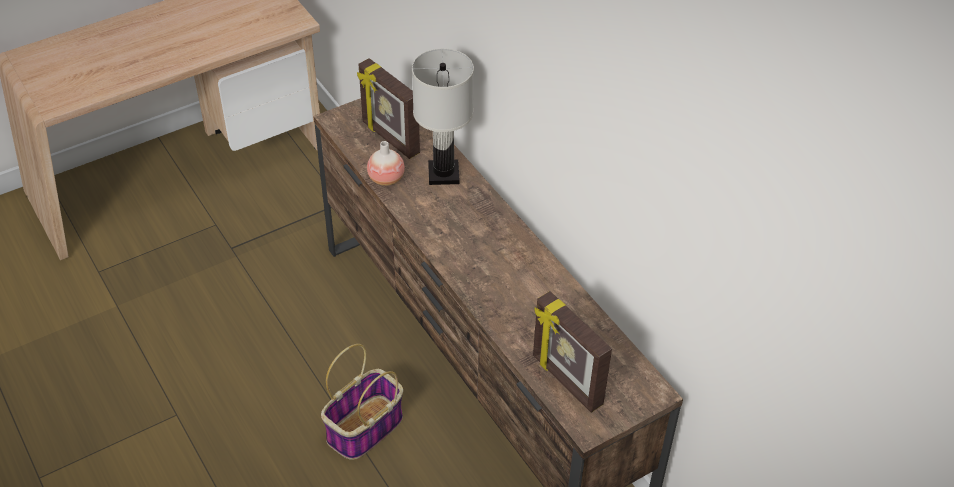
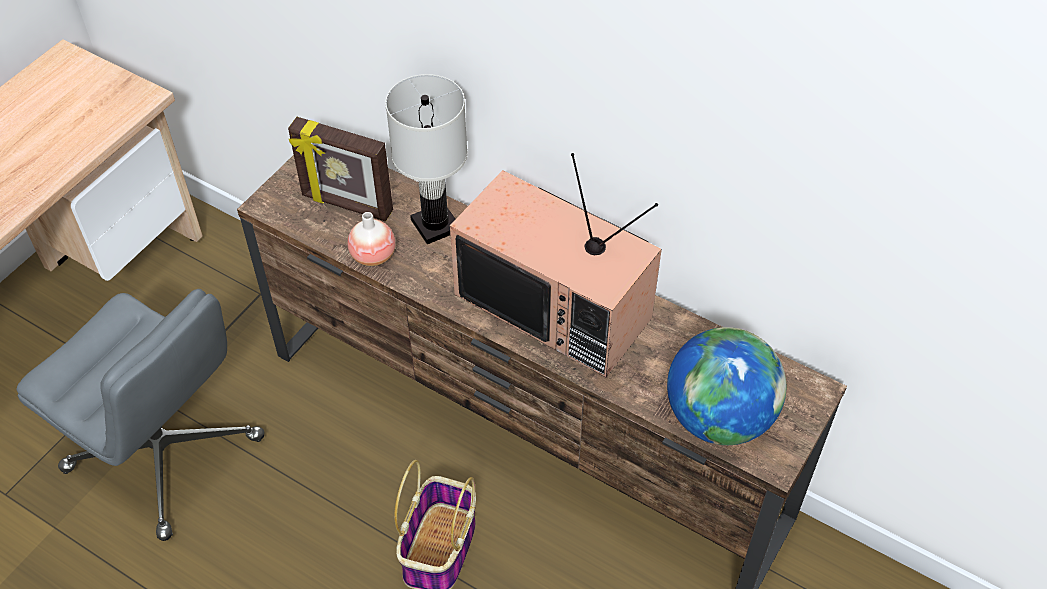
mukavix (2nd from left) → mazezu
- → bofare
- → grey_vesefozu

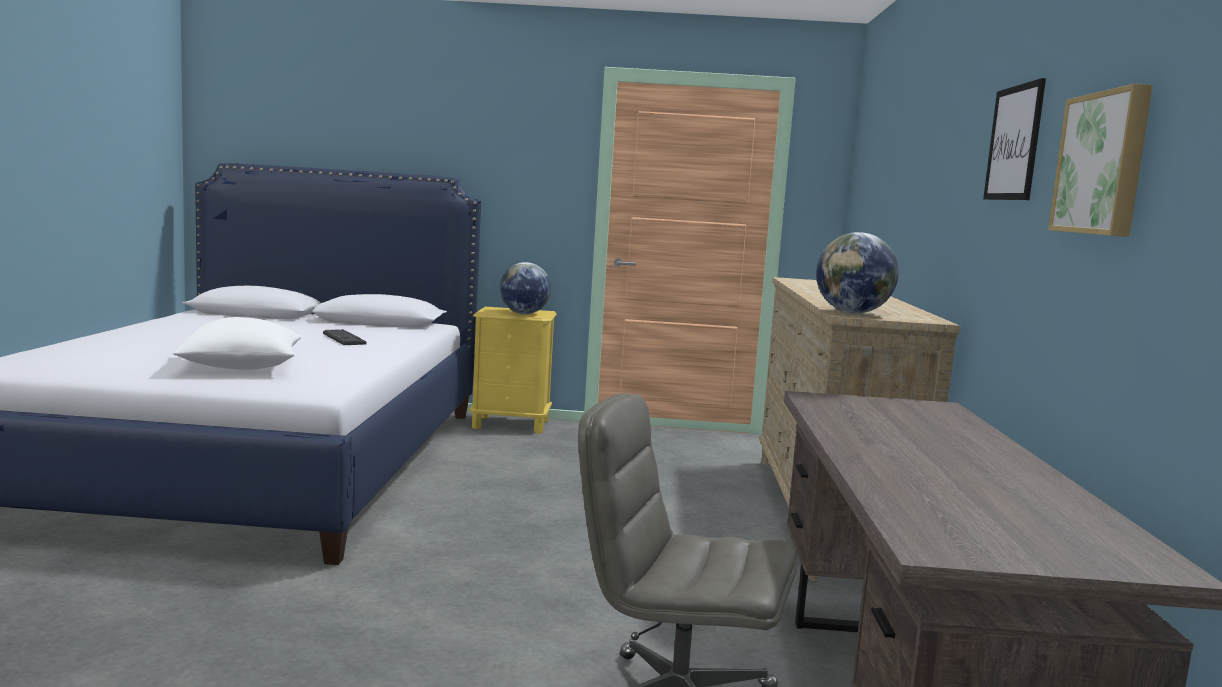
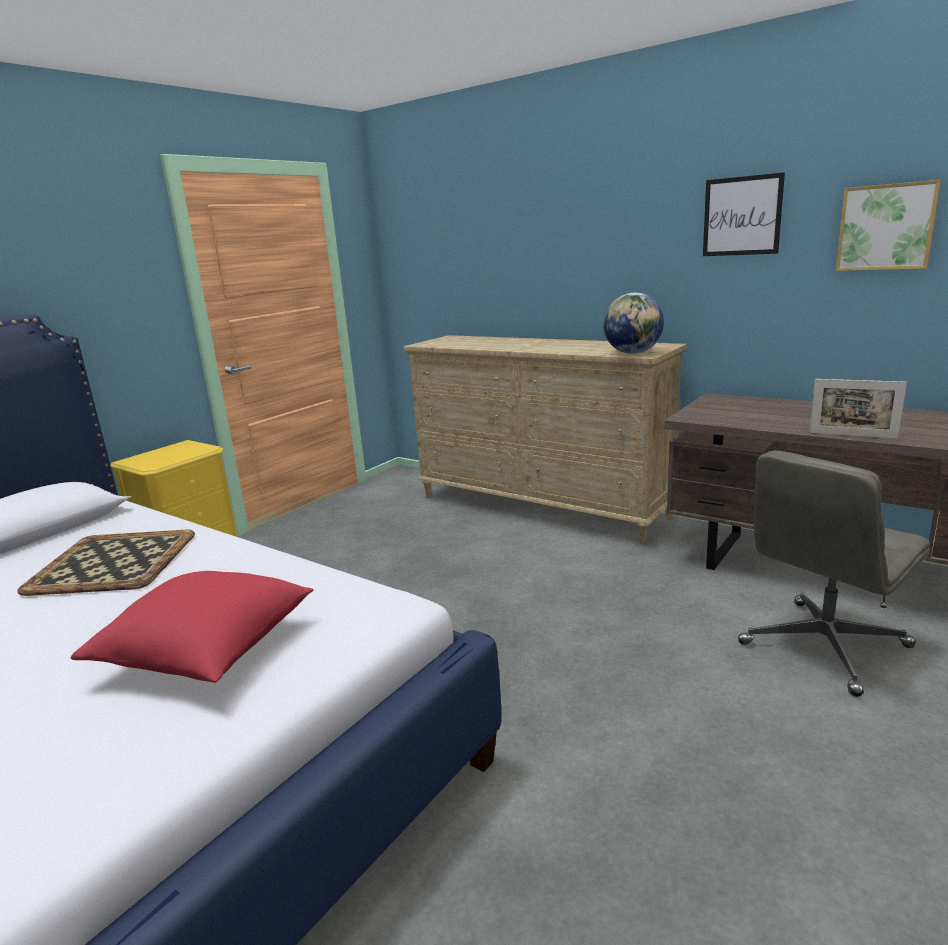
mazezu (1st from left) → -
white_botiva → red_botiva
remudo → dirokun
- → mukavix

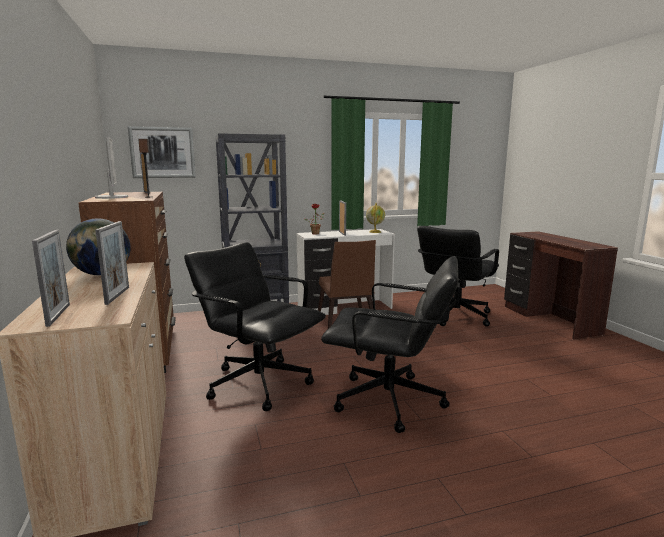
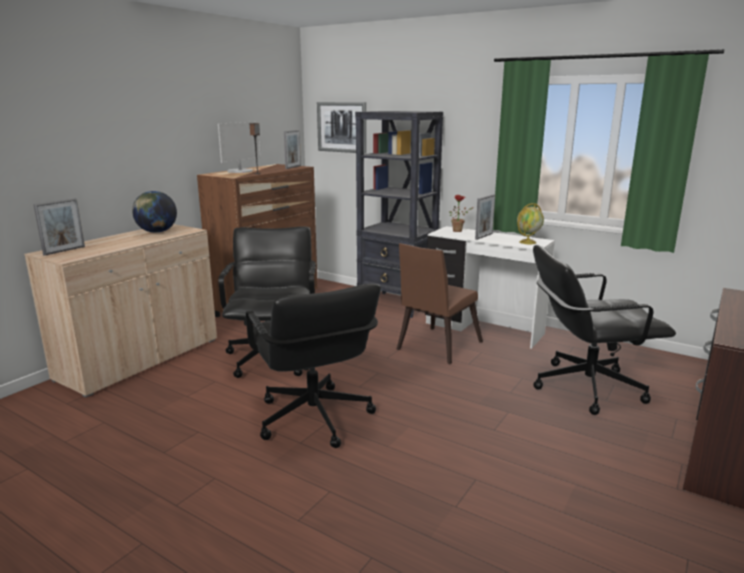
mukavix (2nd from left) → -

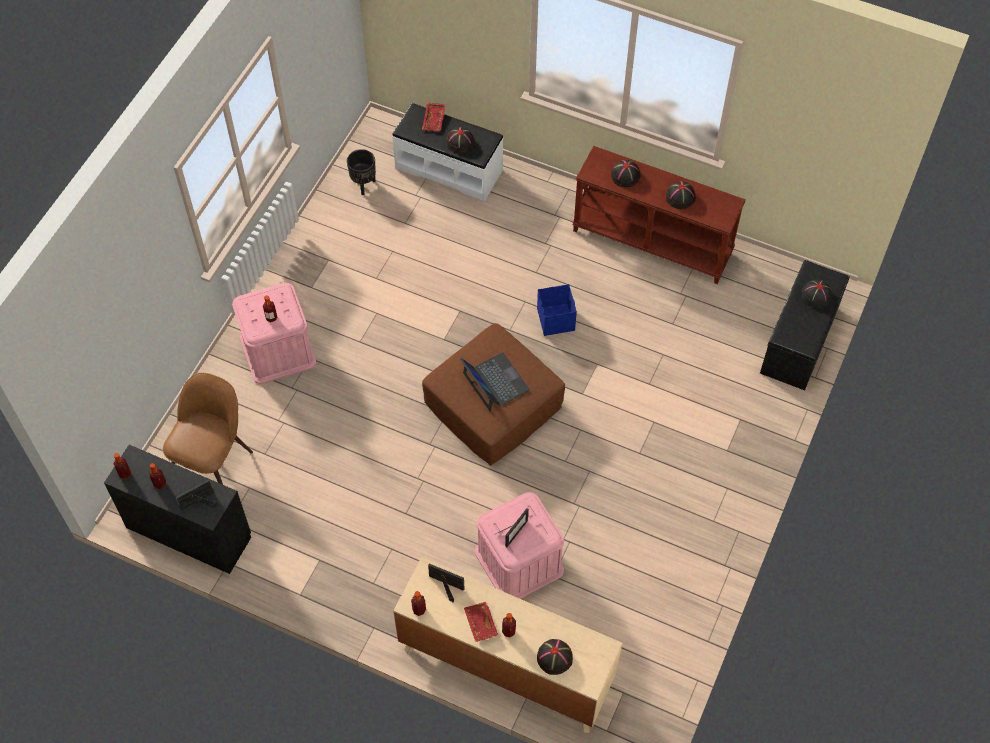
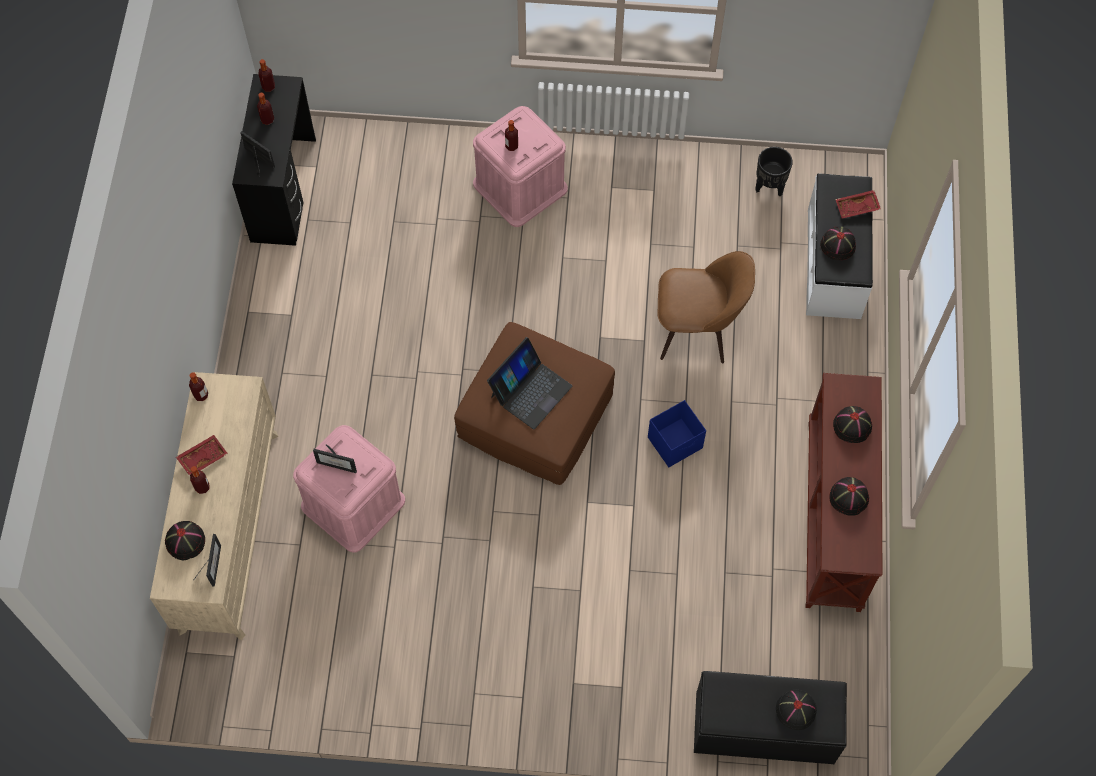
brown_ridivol, move
mukavix (2nd from left in the first image) → mukavix (1st from left), move

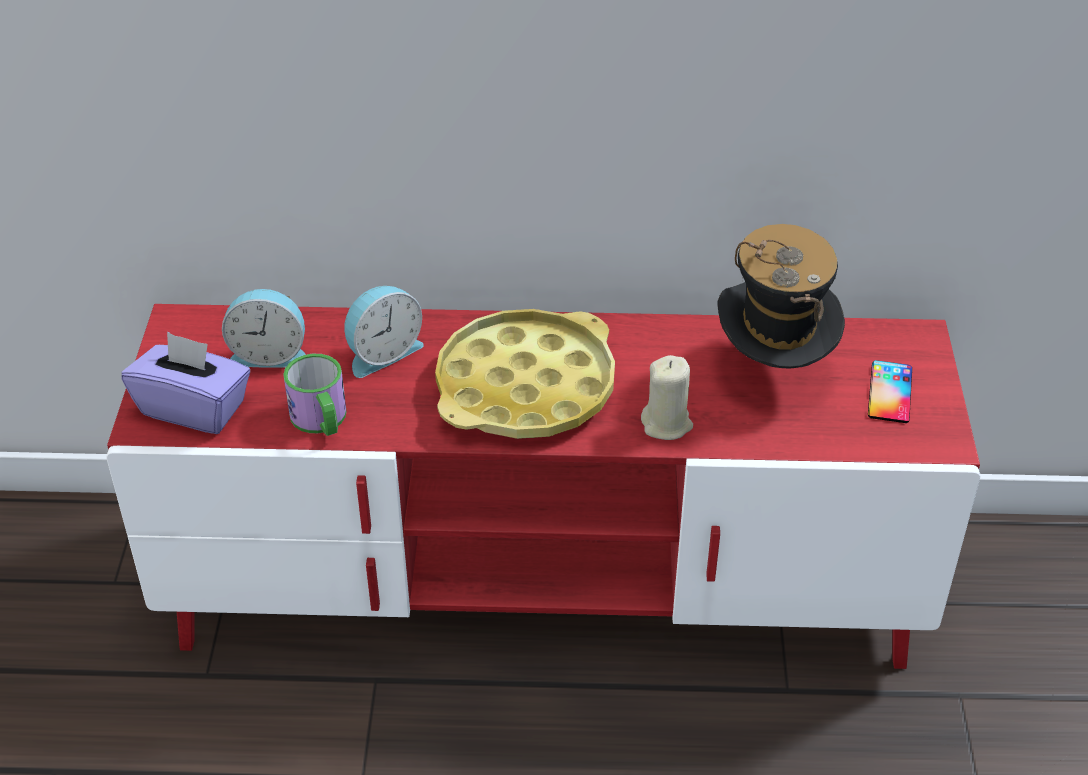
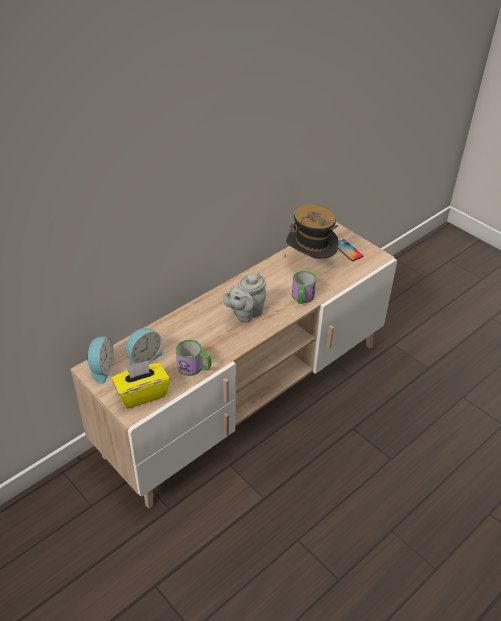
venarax (2nd from left in the first image) → venarax (1st from left), move
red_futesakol → beige_futesakol
yellow_dirokun → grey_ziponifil
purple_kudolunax → yellow_kudolunax
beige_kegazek → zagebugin (2nd from left)

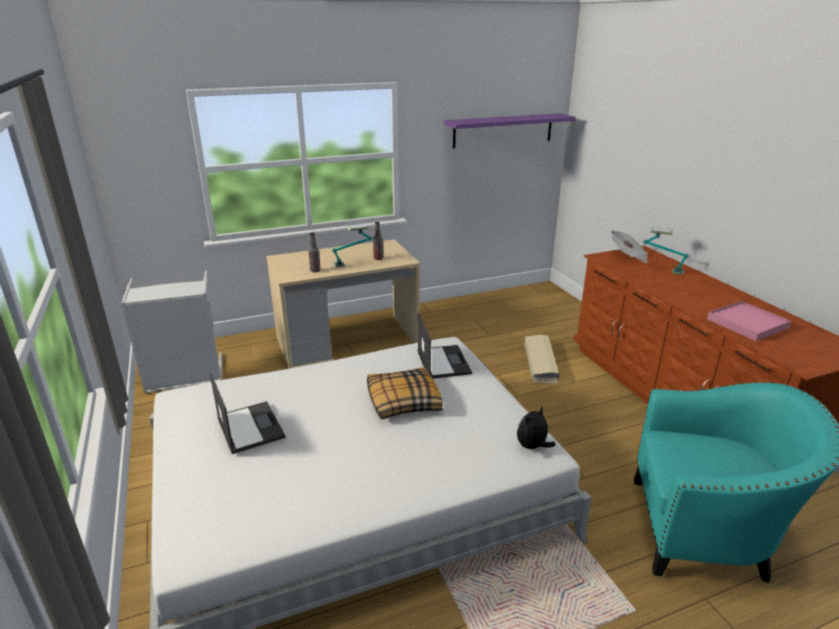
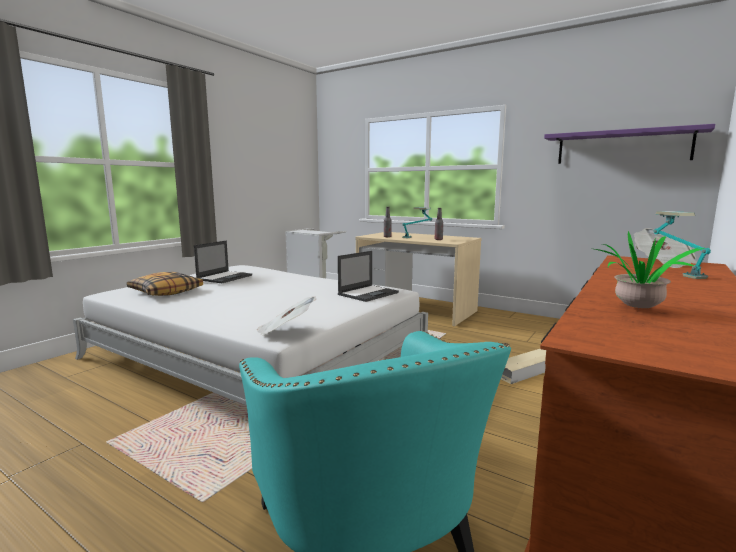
pink_dirokun → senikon
botiva, move
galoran → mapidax (1st from left)

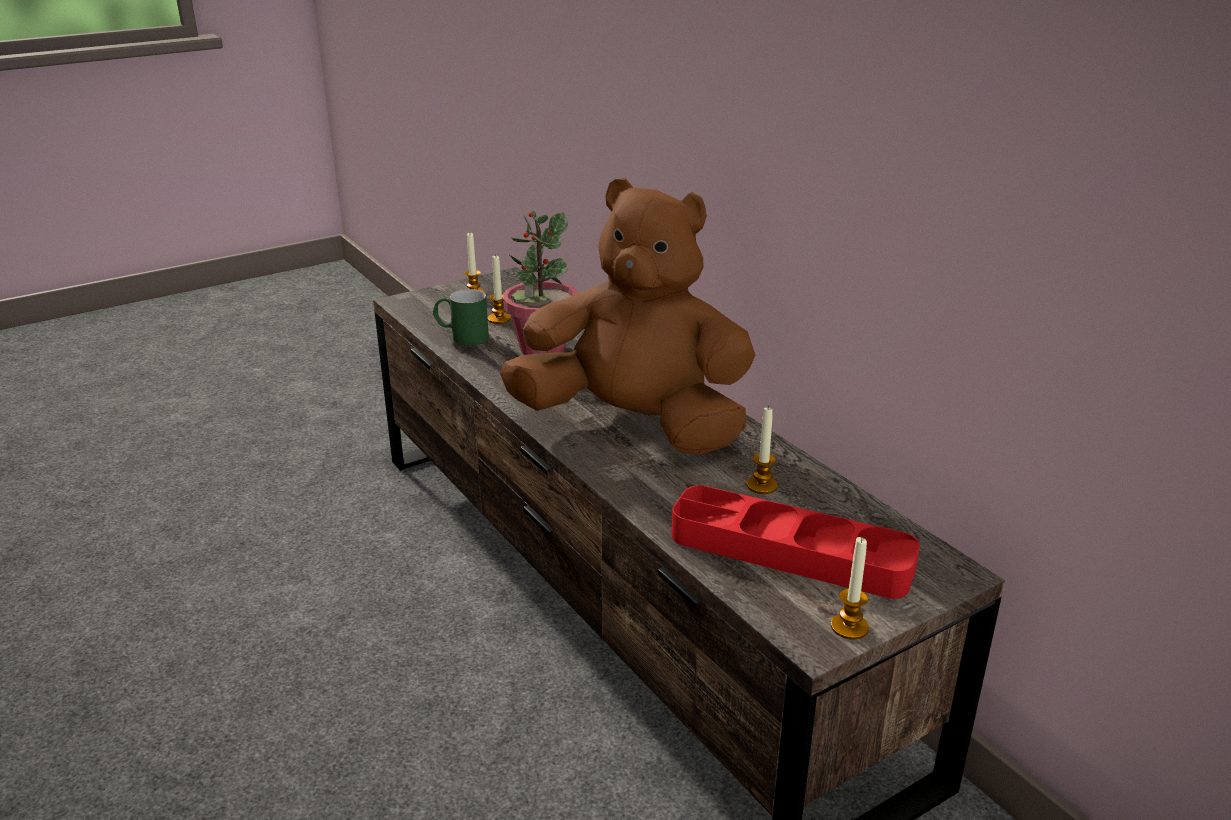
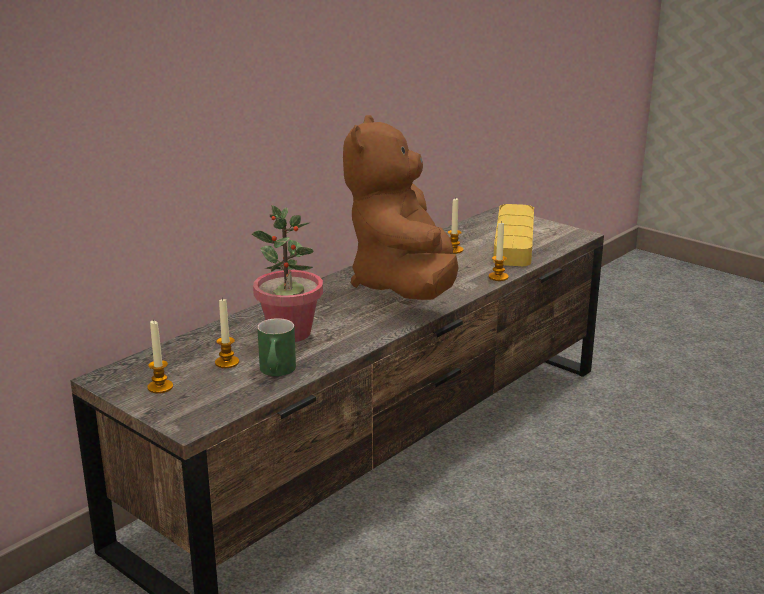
red_dirokun → yellow_dirokun
kegazek (4th from left), move

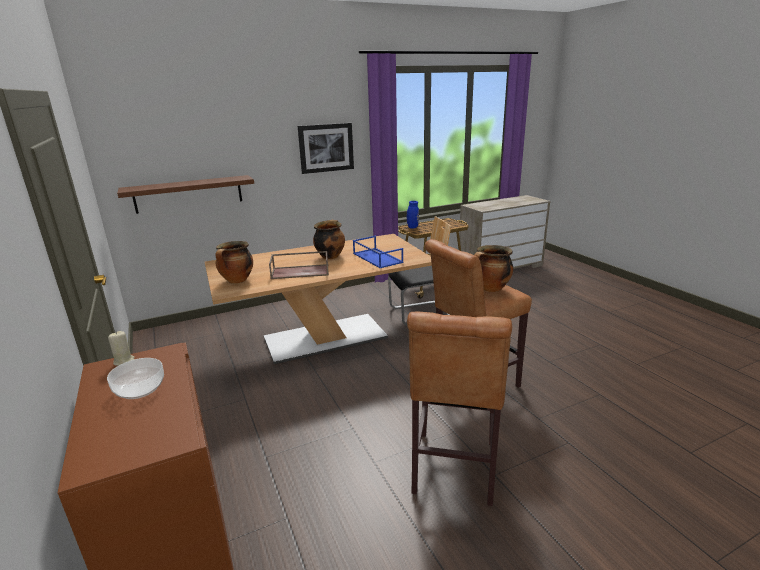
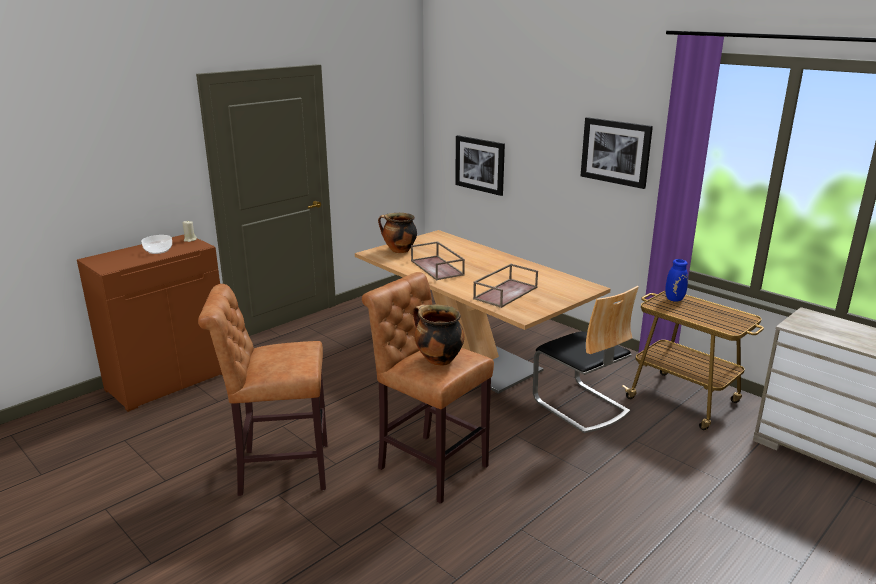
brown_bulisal → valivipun (1st from left)
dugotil (2nd from left) → -
blue_dirokun → brown_dirokun (2nd from left)

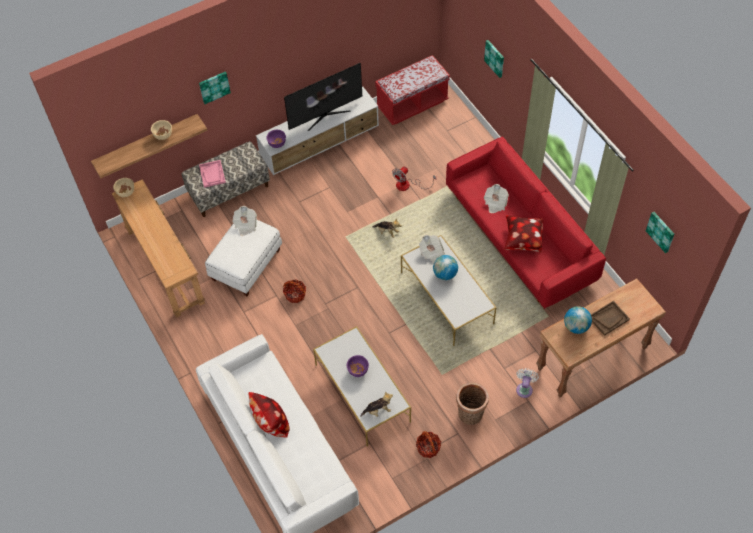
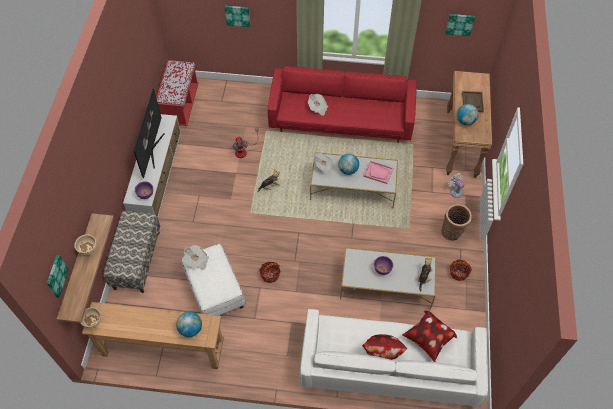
valivipun (1st from left), move
pink_dirokun, move
botiva (2nd from left), move
- → mazezu (1st from left)

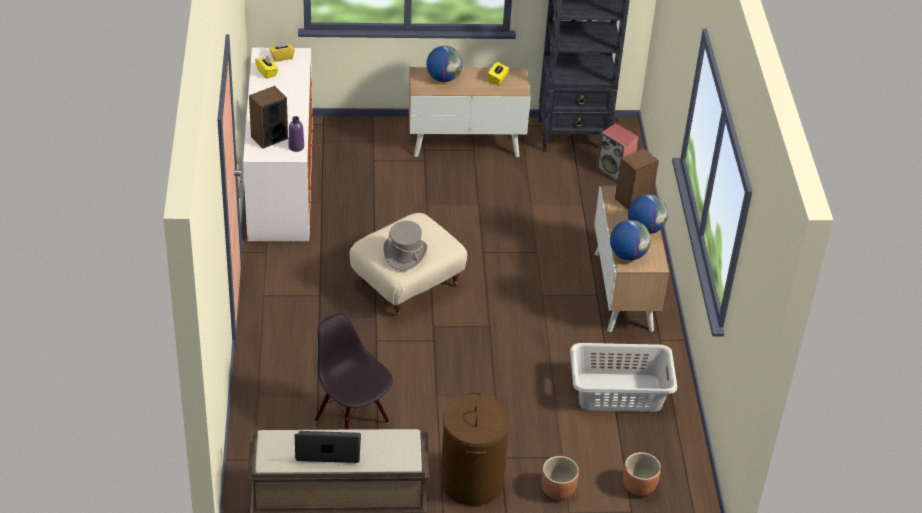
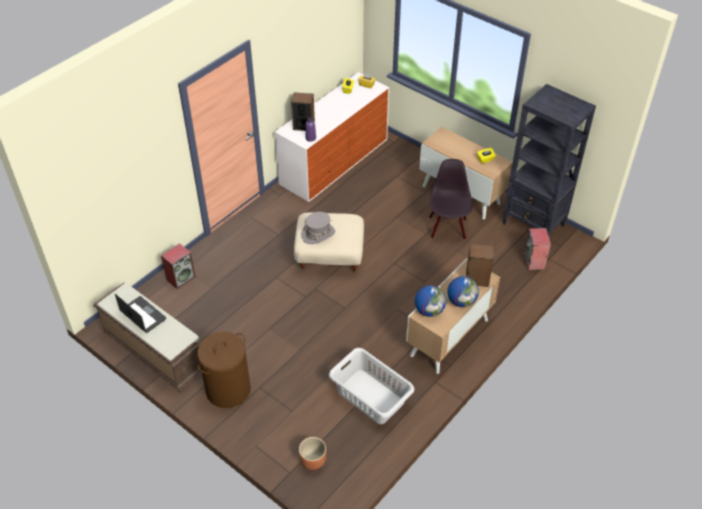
mazezu (1st from left) → -
black_ridivol, move
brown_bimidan (1st from left) → -
- → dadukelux (1st from left)

